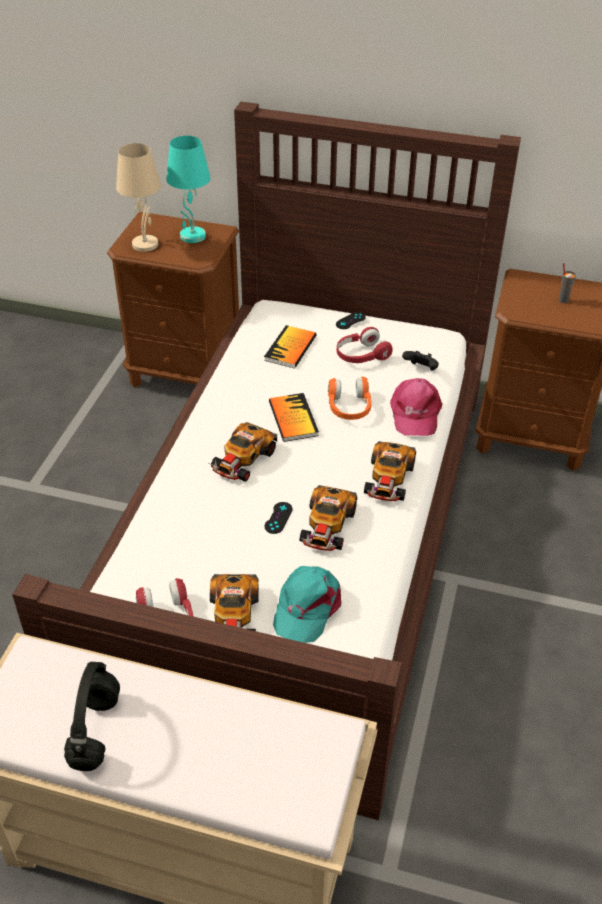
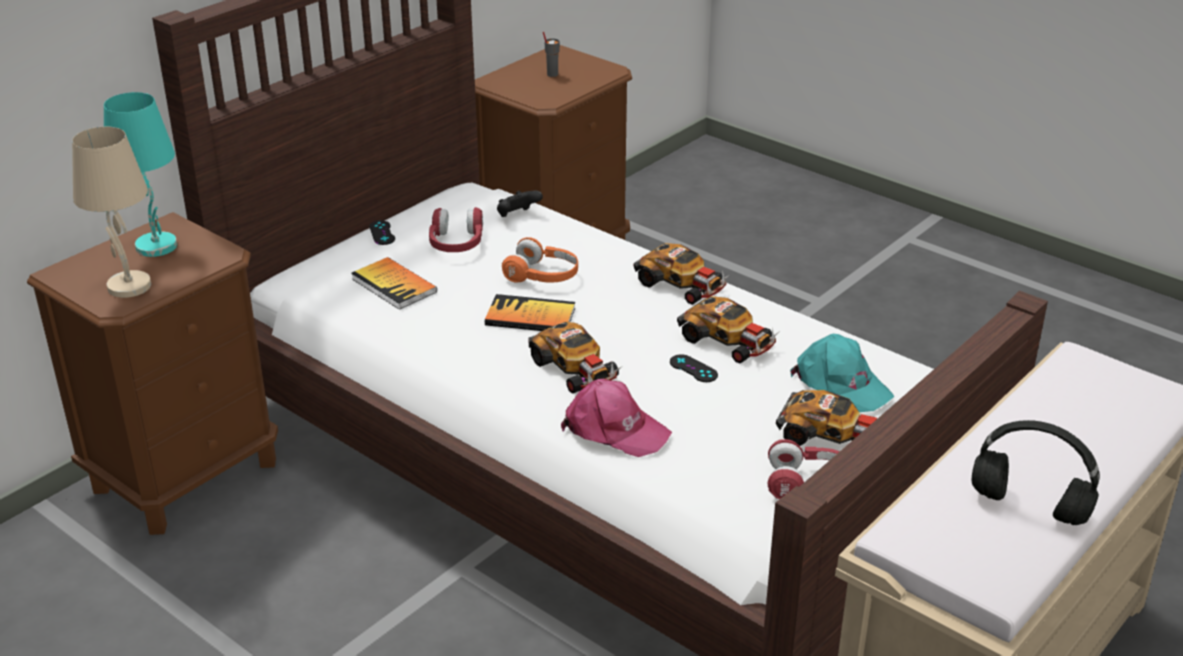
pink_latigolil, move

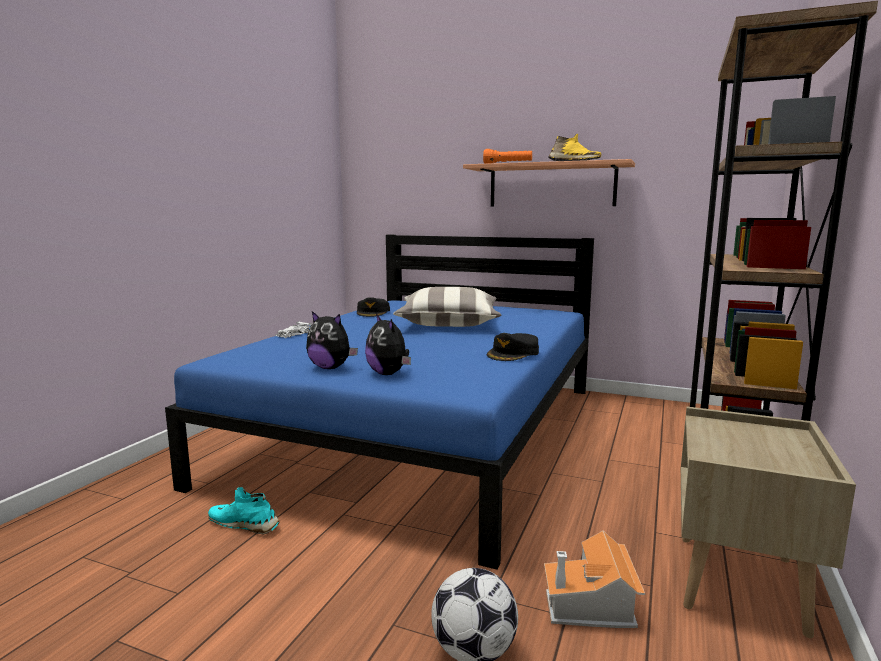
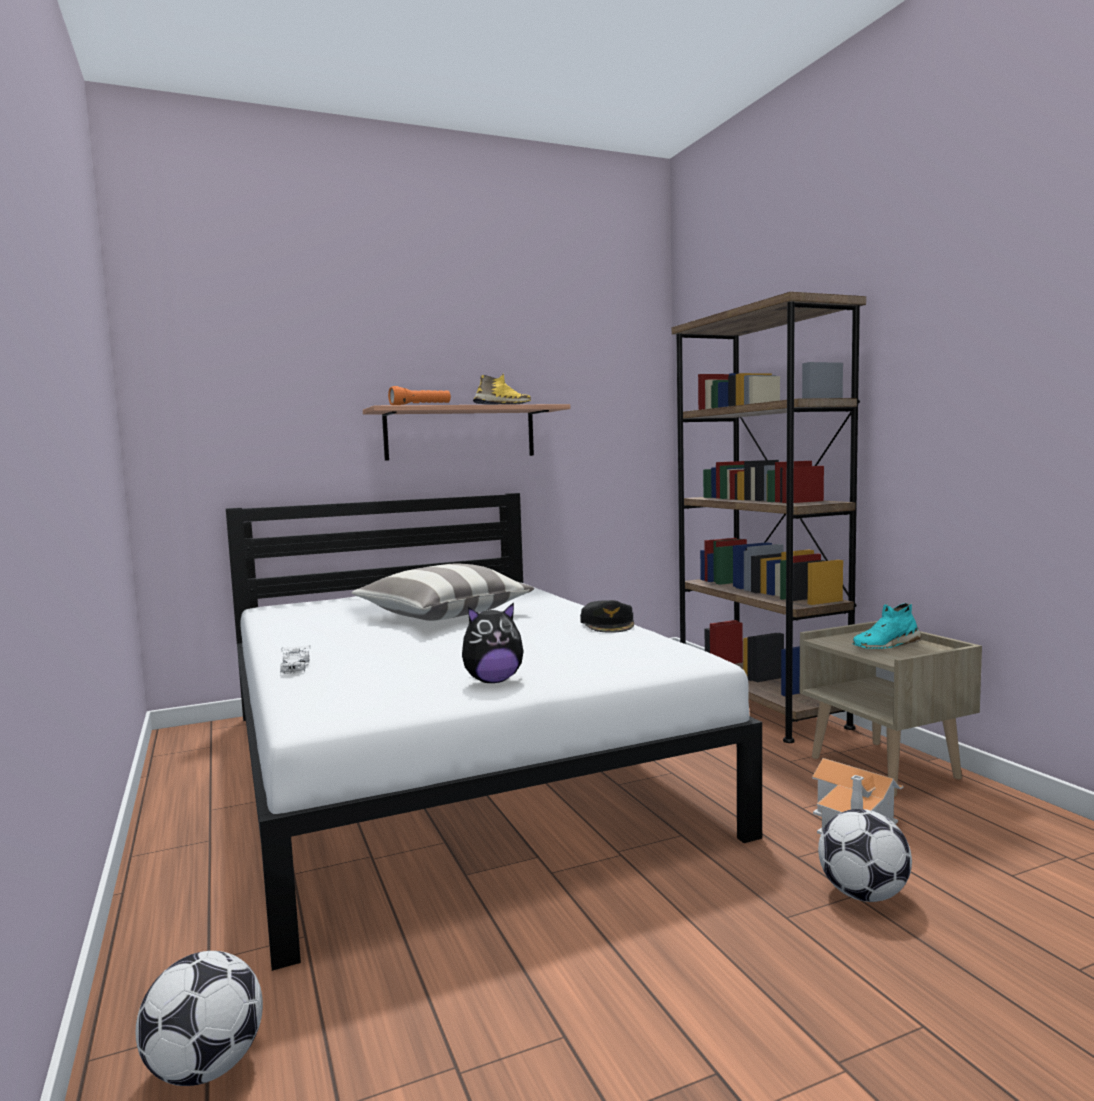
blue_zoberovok → white_zoberovok
black_latigolil (1st from left) → -
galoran (2nd from left) → -
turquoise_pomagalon, move
- → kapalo (1st from left)

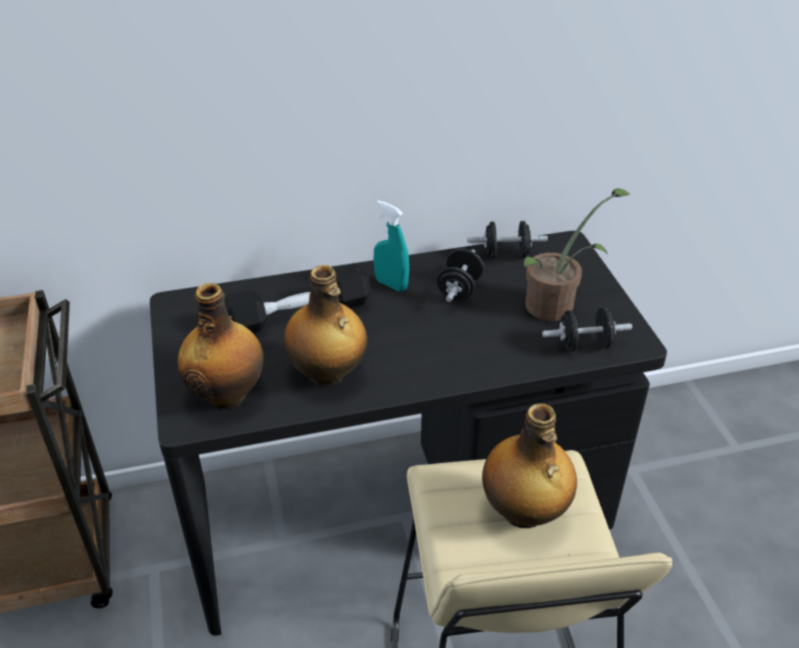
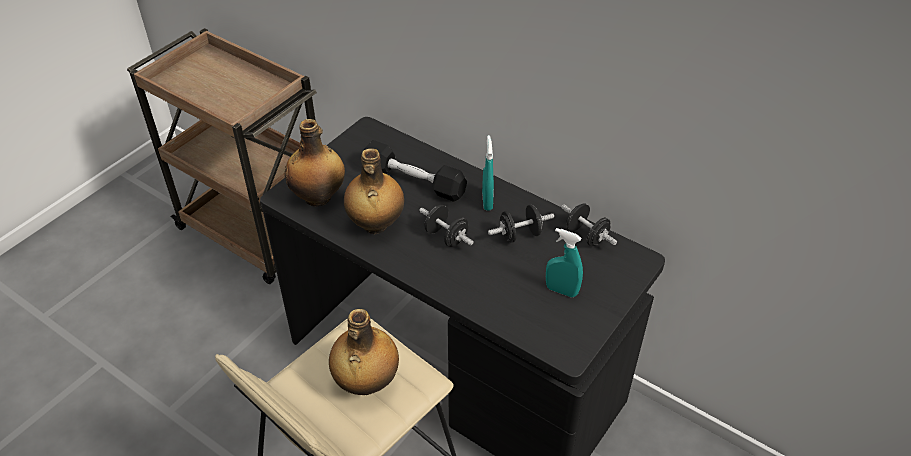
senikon → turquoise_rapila (2nd from left)
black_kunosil (4th from left in the first image) → black_kunosil (2nd from left), move

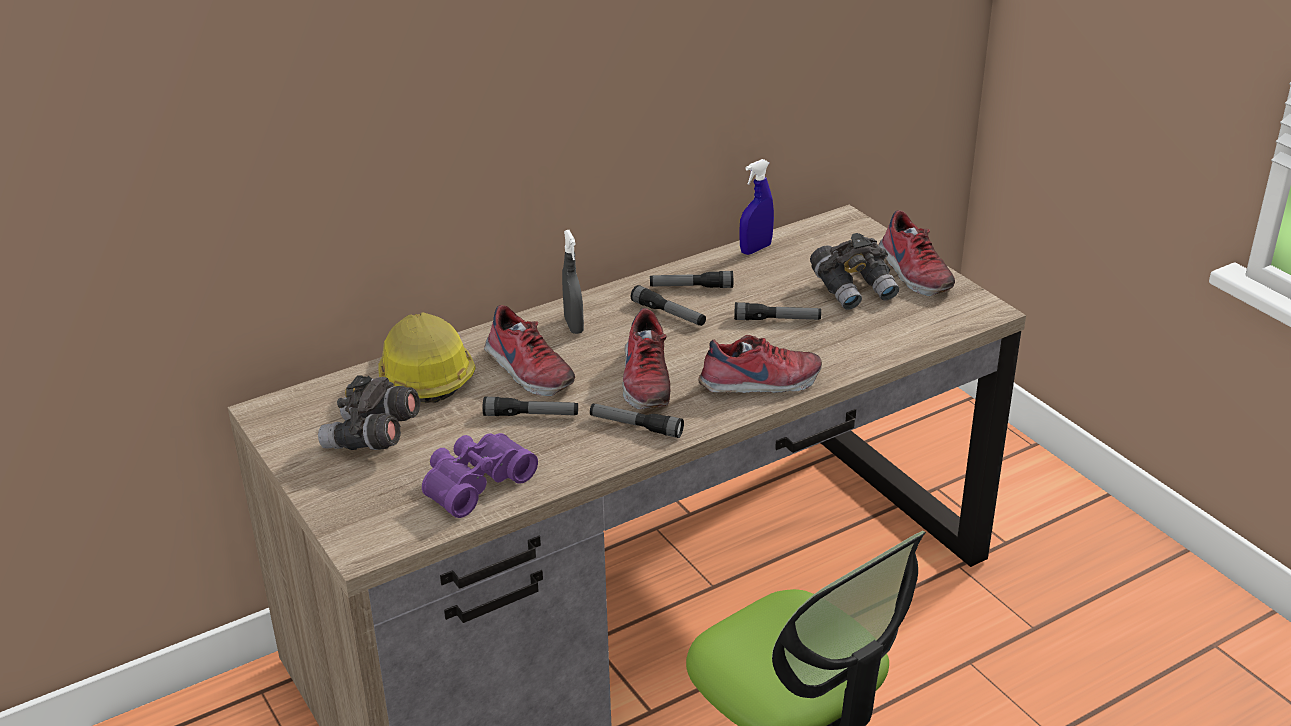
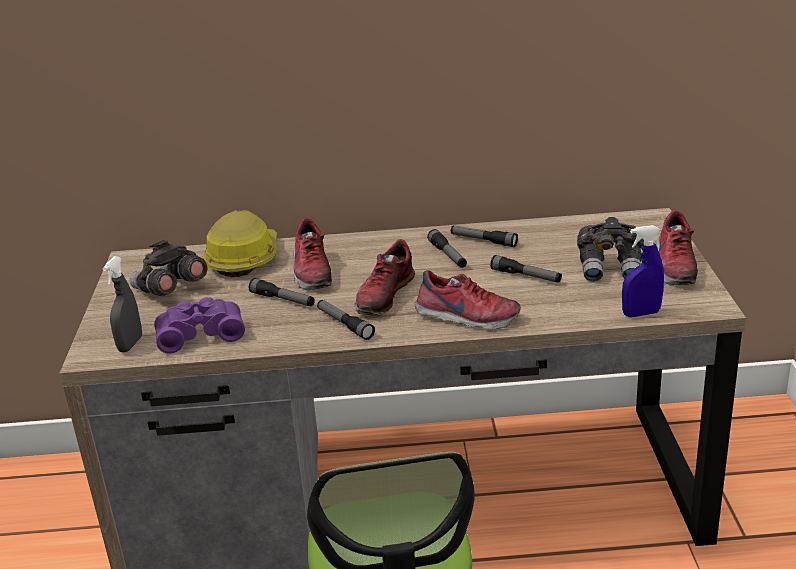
blue_rapila, move
grey_rapila, move

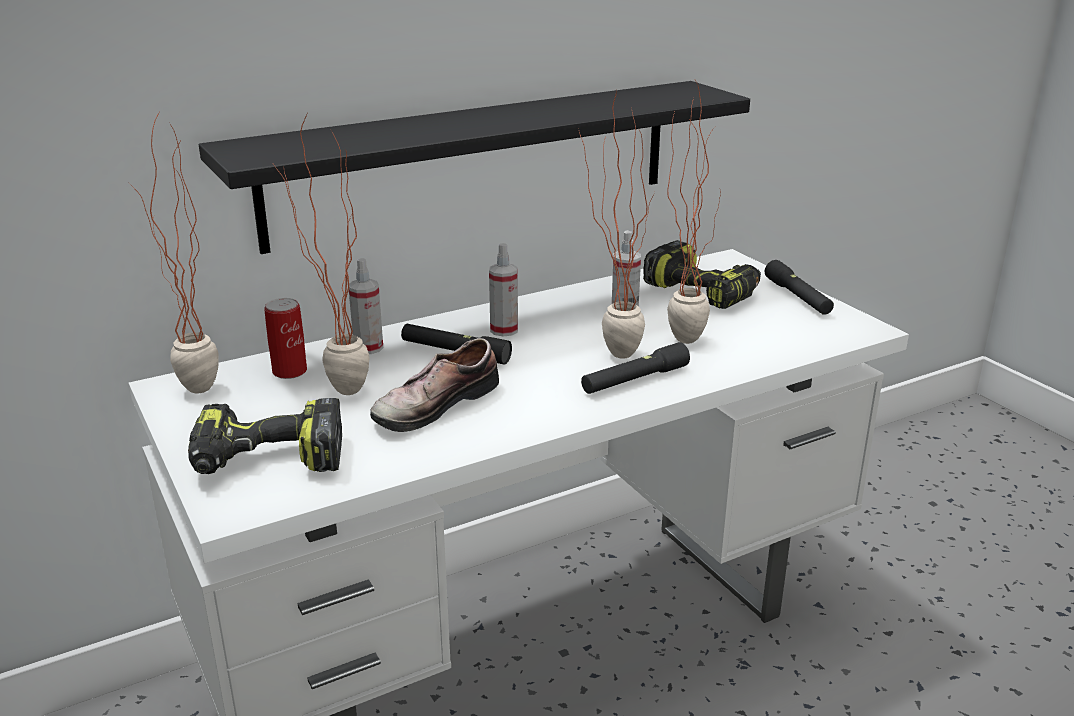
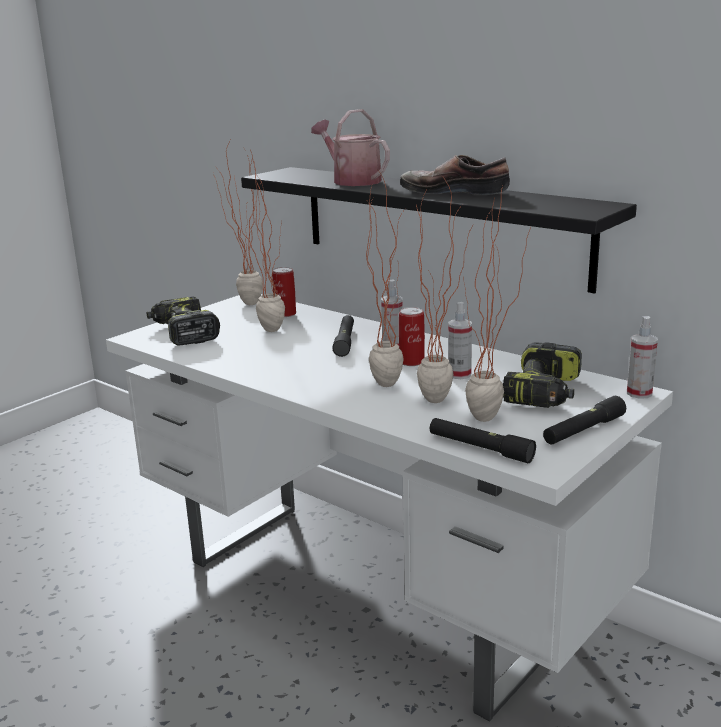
rapila (1st from left in the first image) → rapila (3rd from left), move
pomagalon, move
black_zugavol (2nd from left), move
- → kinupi
- → senikon (5th from left)
- → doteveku (2nd from left)

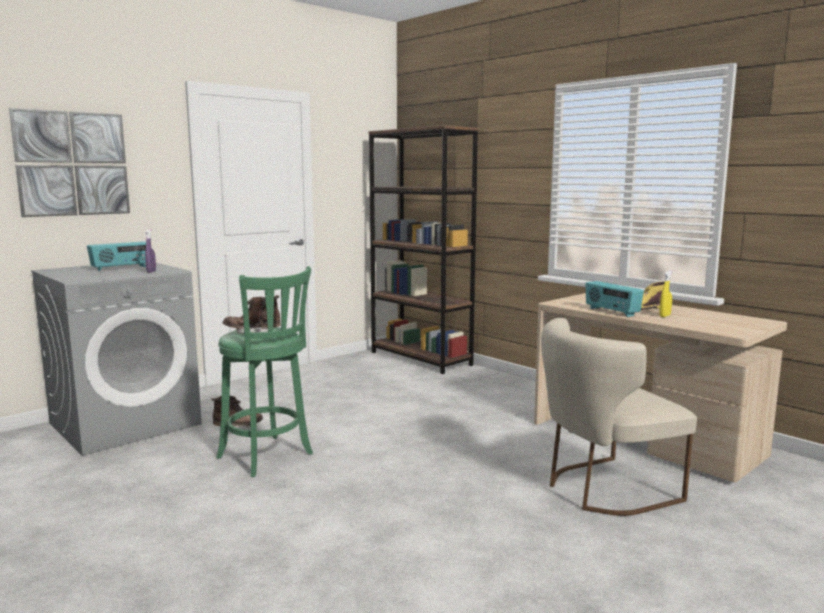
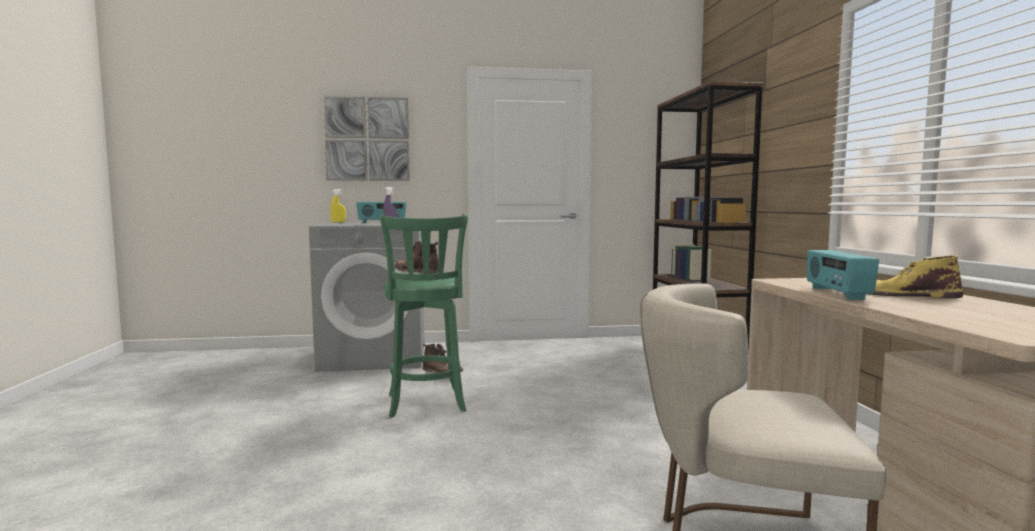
yellow_rapila, move

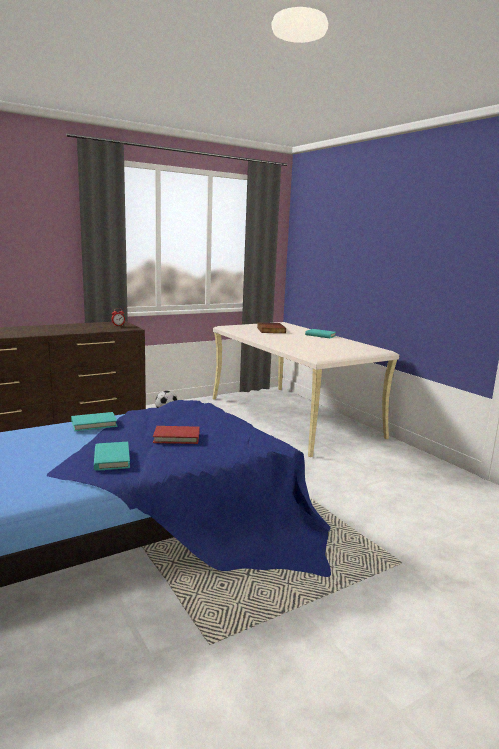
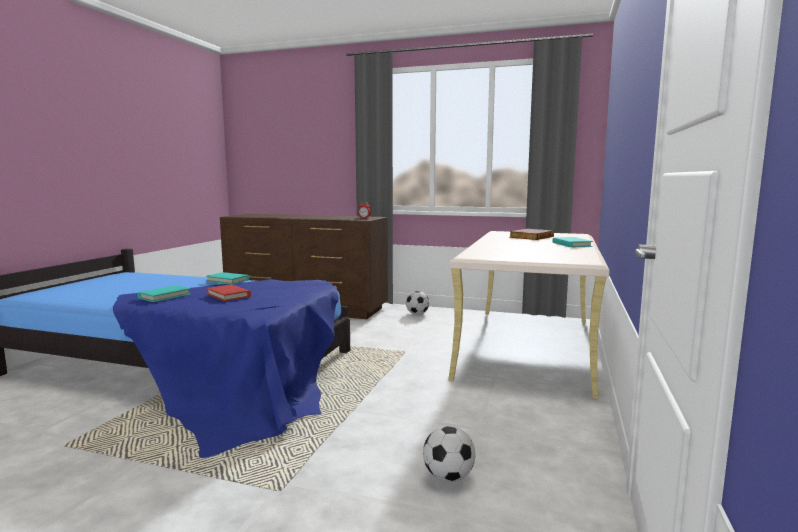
- → kapalo (2nd from left)

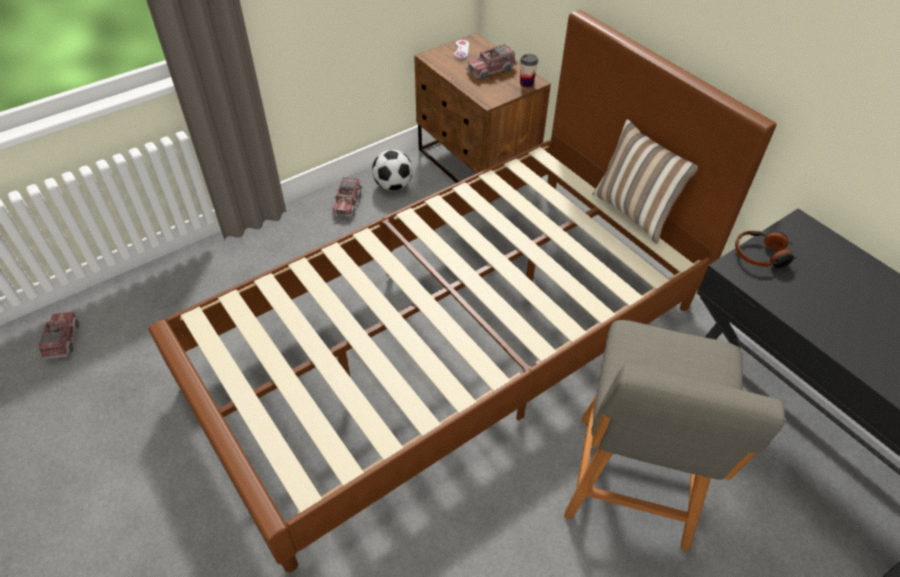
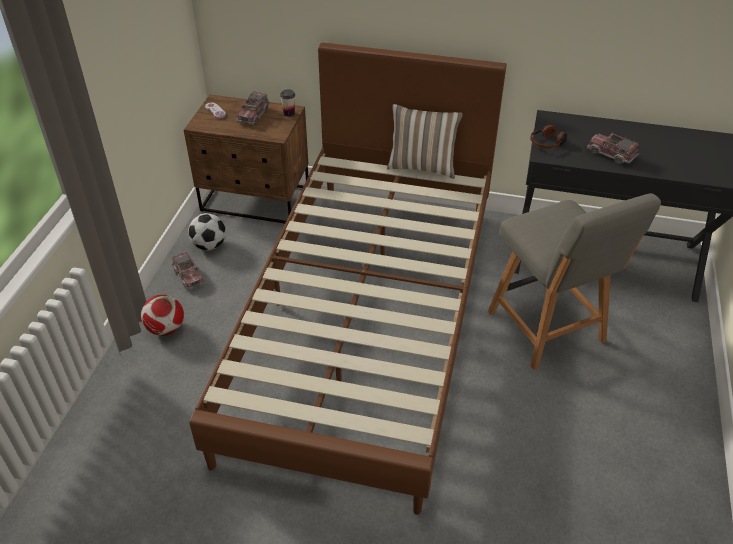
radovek (1st from left in the first image) → radovek (3rd from left), move
- → kapalo (1st from left)

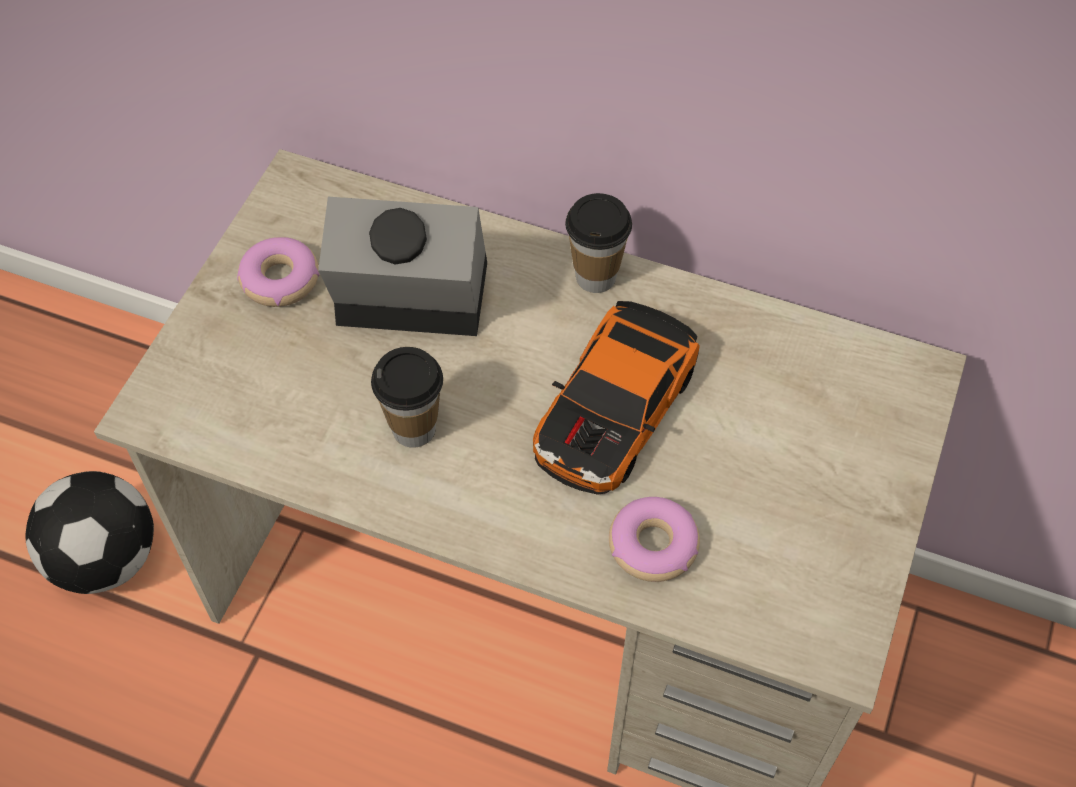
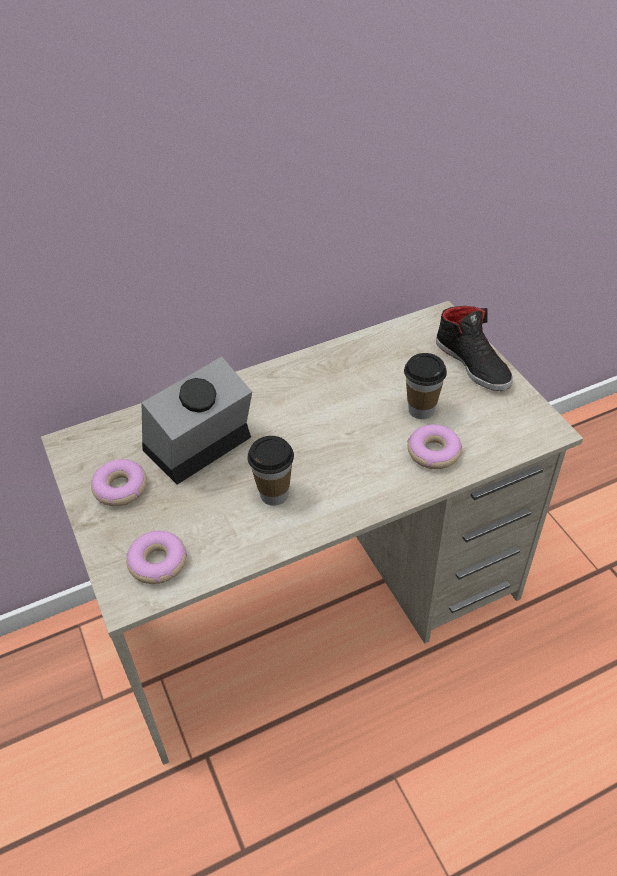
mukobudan (2nd from left), move
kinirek → -
kapalo → -
- → black_pomagalon
- → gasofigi (2nd from left)

